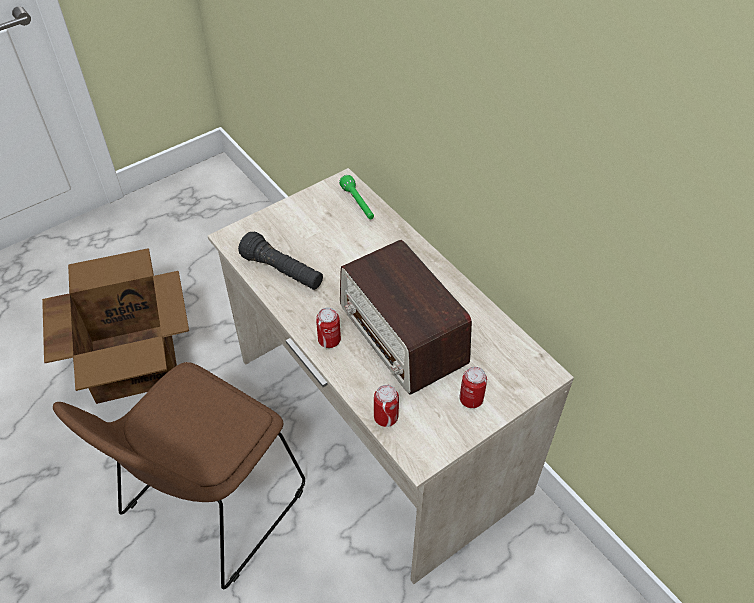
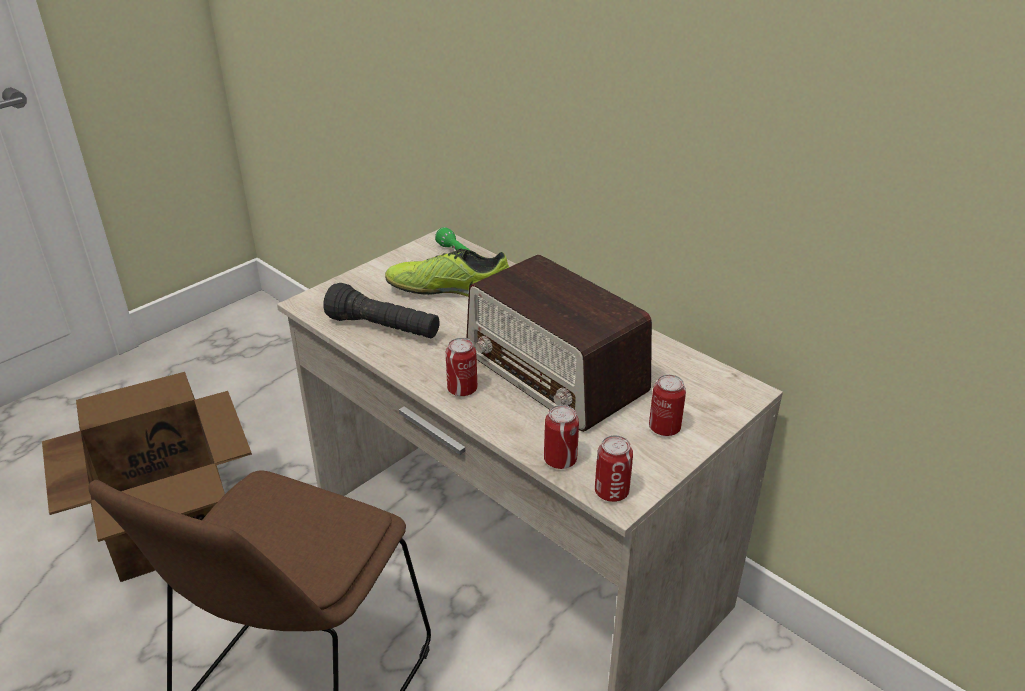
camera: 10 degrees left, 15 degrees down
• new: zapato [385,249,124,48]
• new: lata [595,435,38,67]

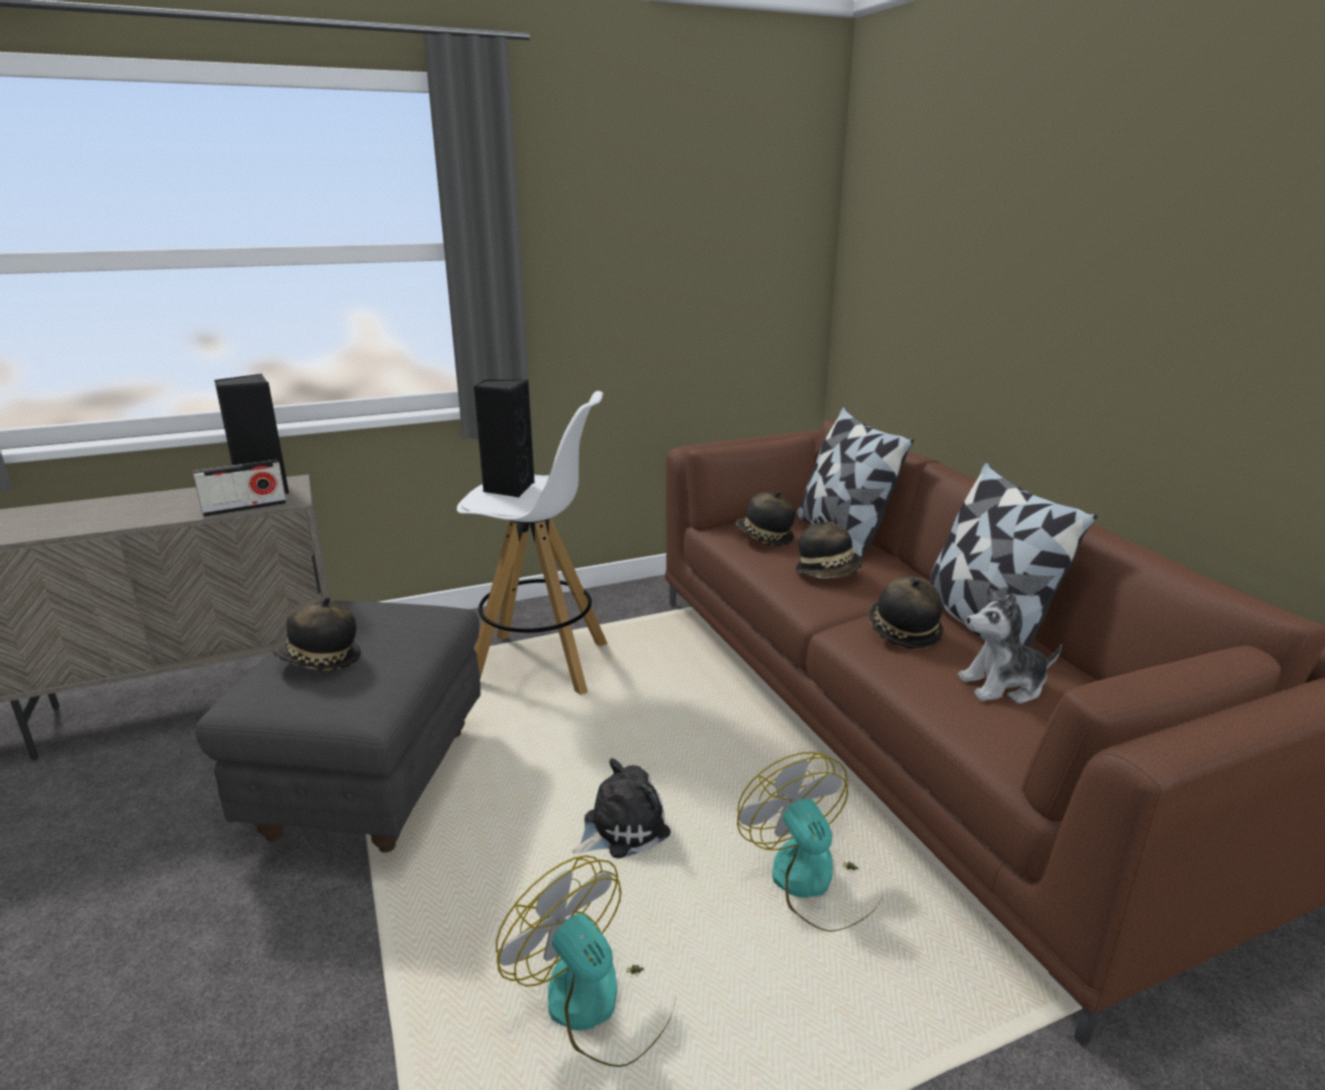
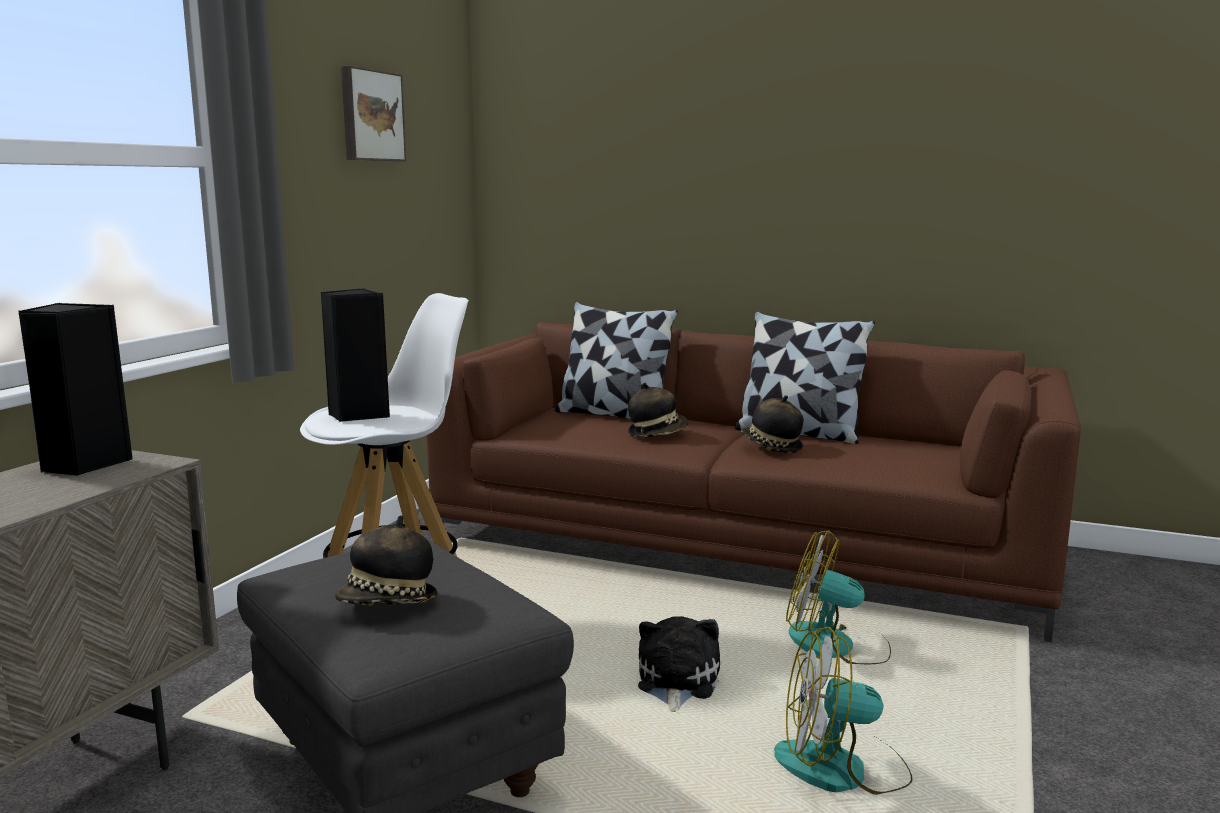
camera: 45 degrees left, 10 degrees down
• gone: radio [193,459,94,58]
• gone: sombrero [736,491,59,55]
• gone: peluche [958,589,104,115]
• new: cuadro [341,66,65,95]

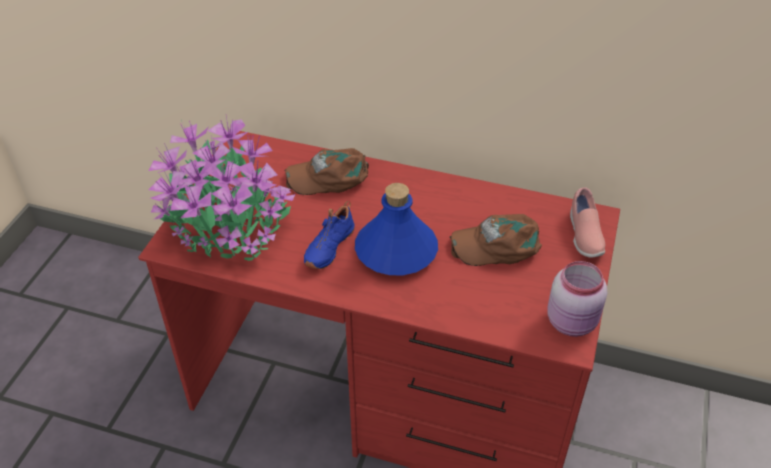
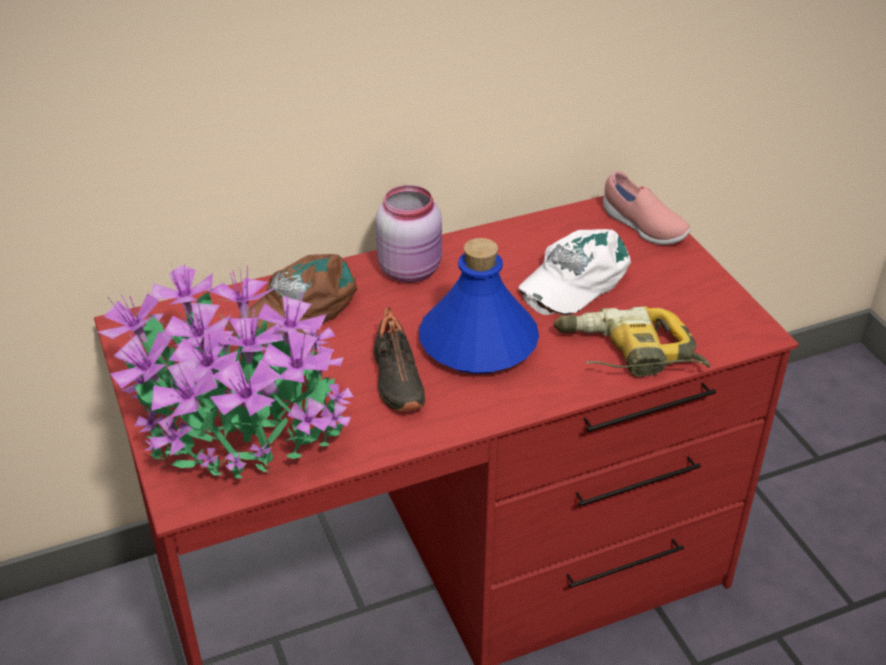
camera: 40 degrees left, 5 degrees down
• repainted: zapato/azul [304,201,51,68] to zapato/negro [374,308,51,103]
• repainted: gorra/marrón [450,214,92,52] to gorra/blanco [518,229,113,86]
• shifted: tarro/rosa [547,261,60,76] to [376,185,66,98]
• new: taladro [553,306,158,71]

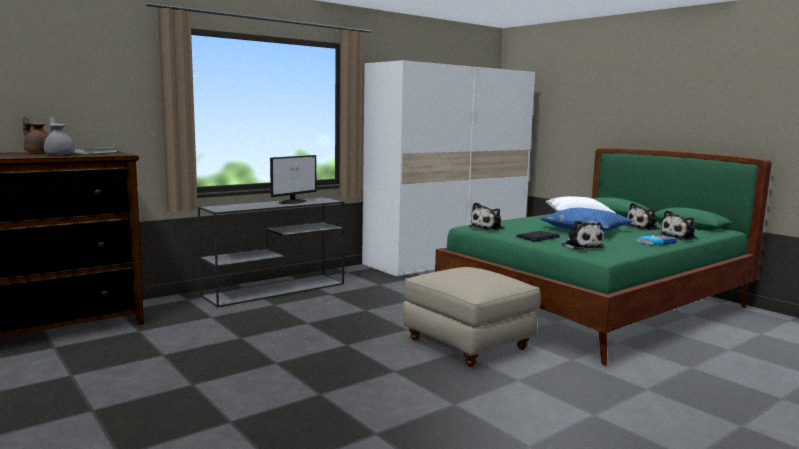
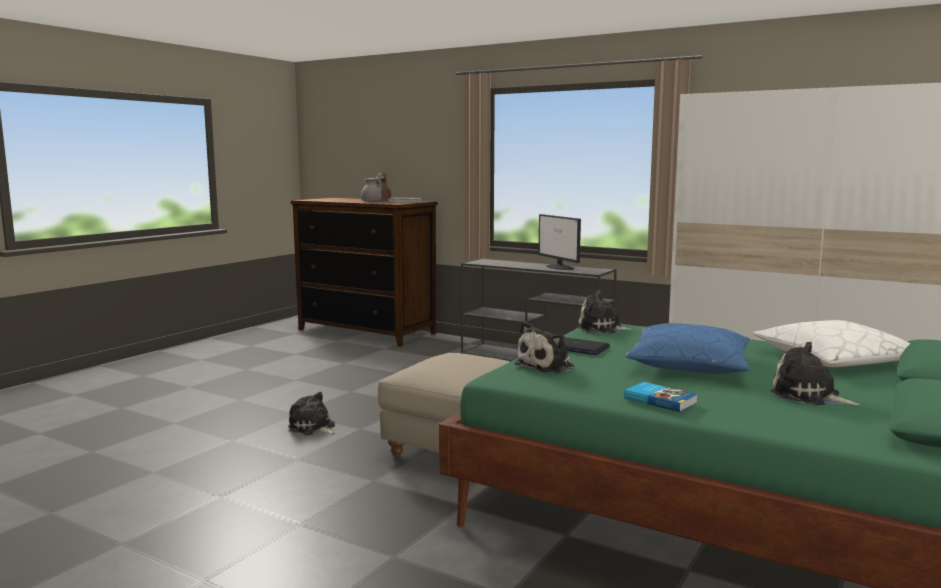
camera: 70 degrees right, 0 degrees up
• rotated: monitor [270,155,46,49] = [538,214,43,56] 45 degrees clockwise
• shifted: peluche [659,210,39,30] to [288,391,49,44]

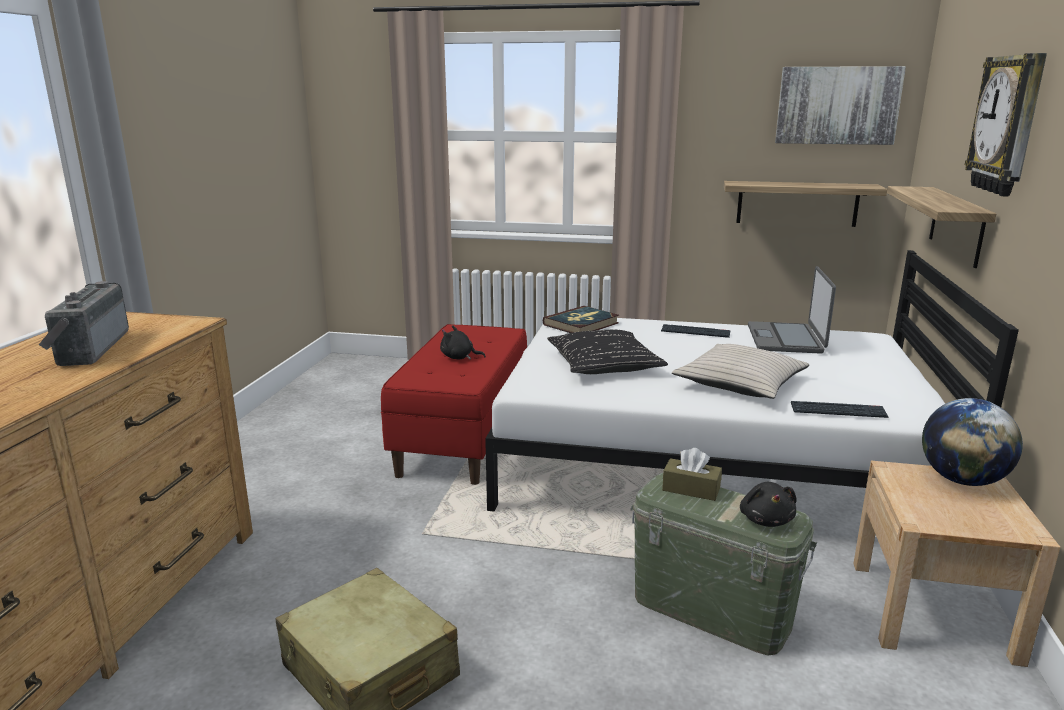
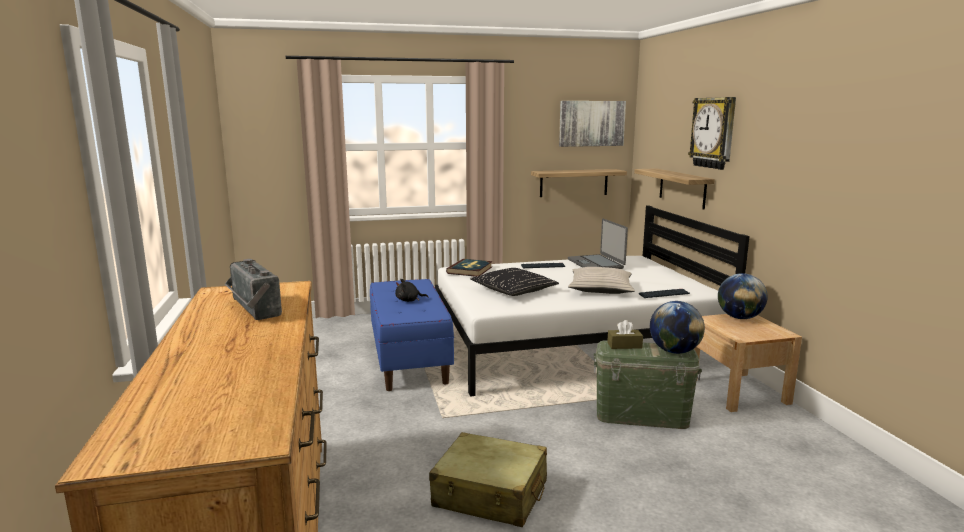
camera: 25 degrees left, 5 degrees down
• repainted: banco/rojo [381,324,146,161] to banco/azul [370,279,84,112]
• swapped: peluche/negro [740,482,57,45] to globo terráqueo [650,301,55,53]

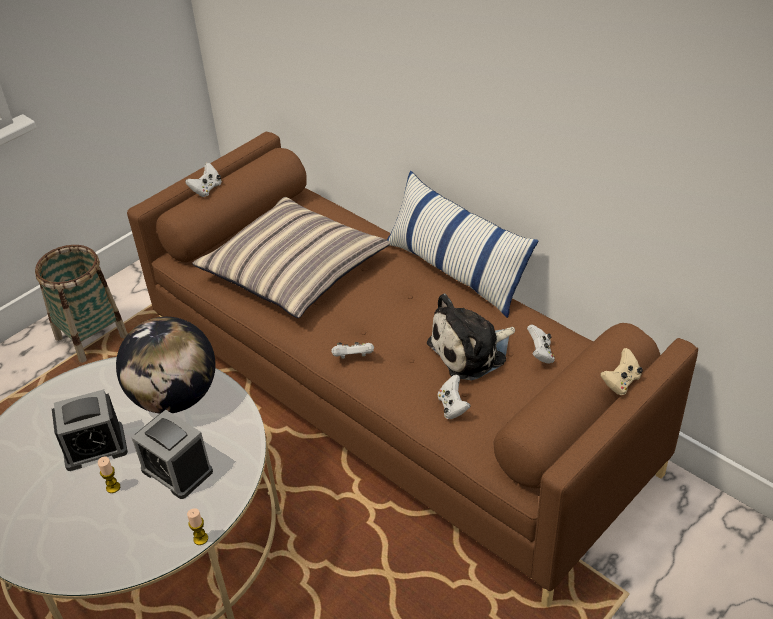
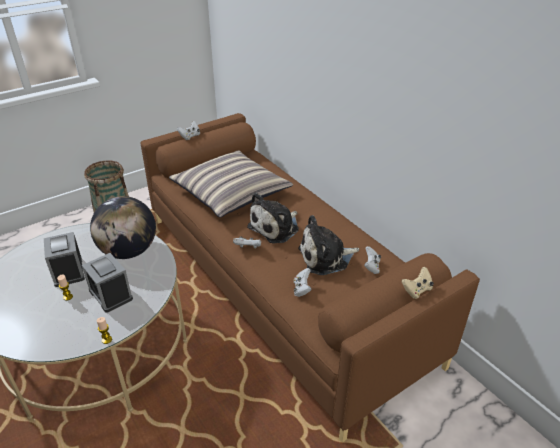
camera: 10 degrees right, 5 degrees down
• rotated: despertador [52,389,76,82] = [44,232,41,55] 75 degrees clockwise
• gone: cojín [387,171,151,147]
• new: peluche [247,193,52,51]

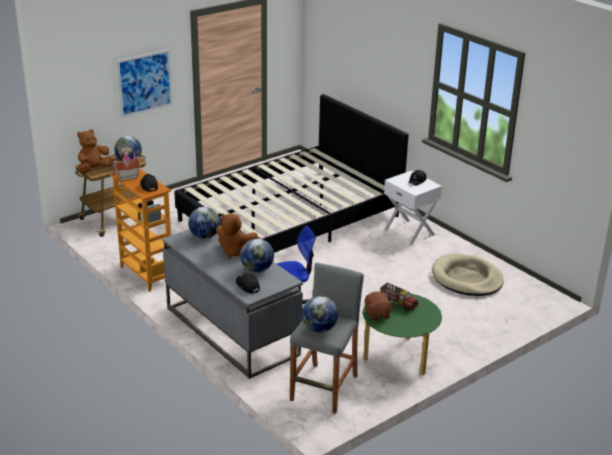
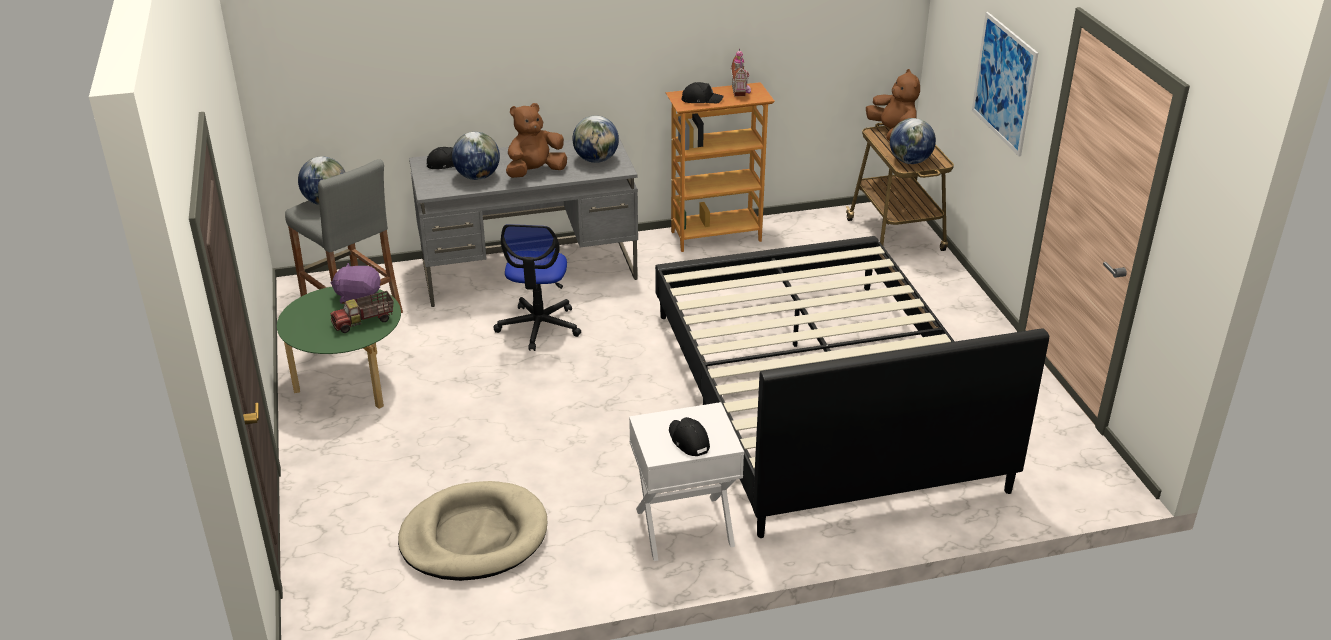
camera: 115 degrees right, 5 degrees up
• repainted: peluche/marrón [365,292,29,29] to peluche/morado [331,263,50,41]

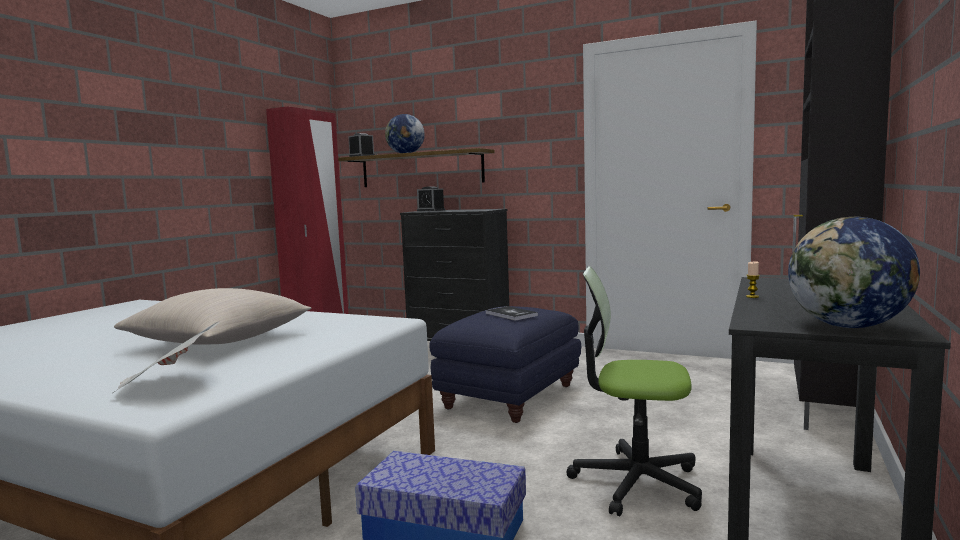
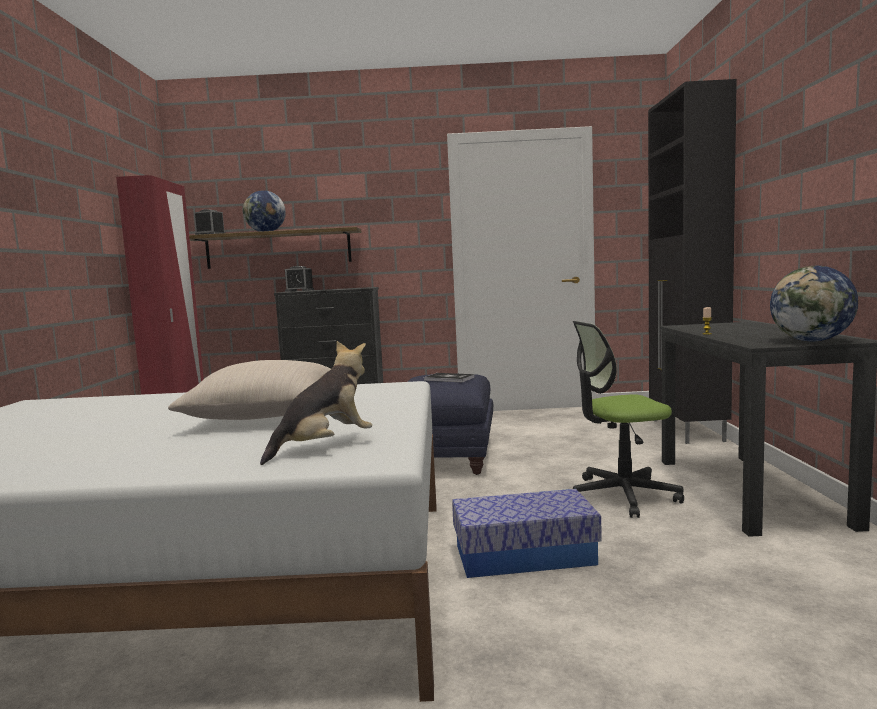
camera: 25 degrees left, 0 degrees up
• swapped: periódico [113,321,107,72] to peluche [260,341,112,124]

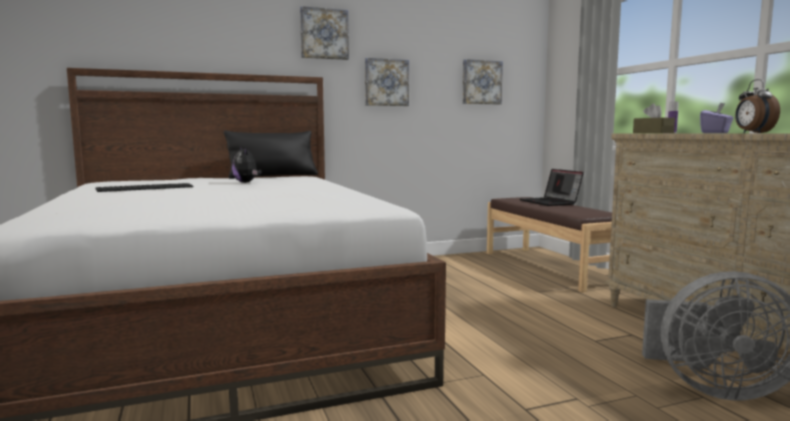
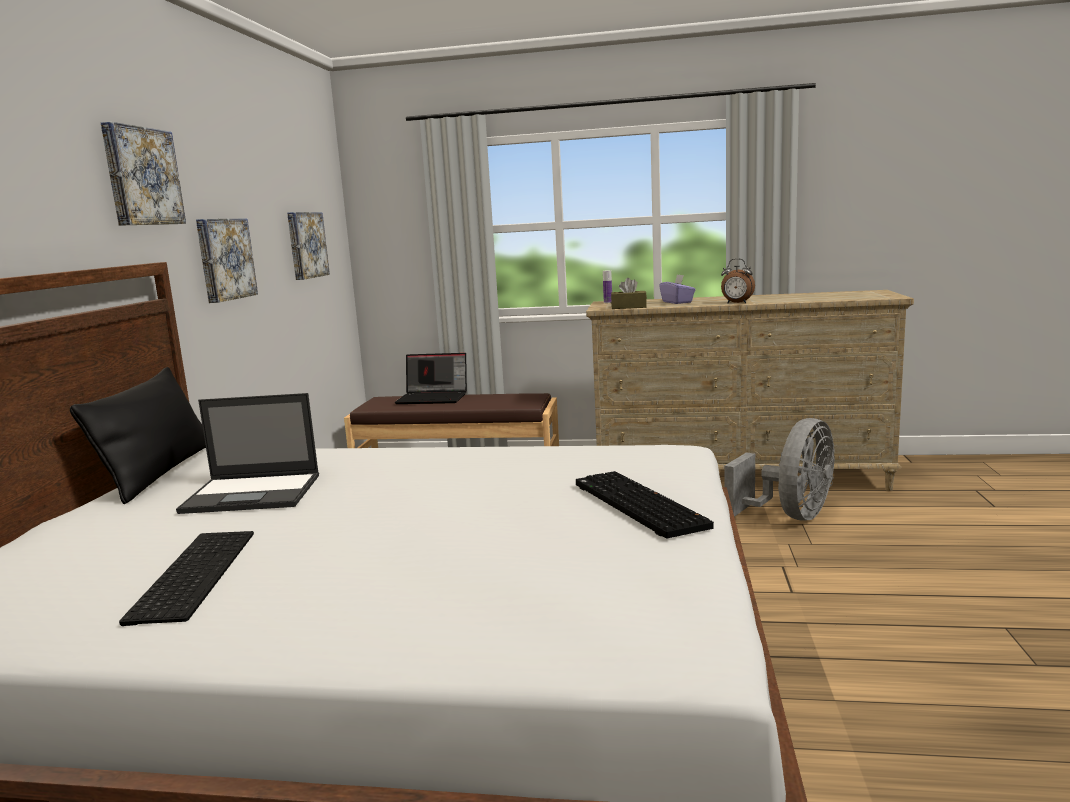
camera: 60 degrees left, 5 degrees up
• swapped: peluche [232,147,30,36] to portátil [176,393,143,121]
• new: teclado [576,471,138,67]

